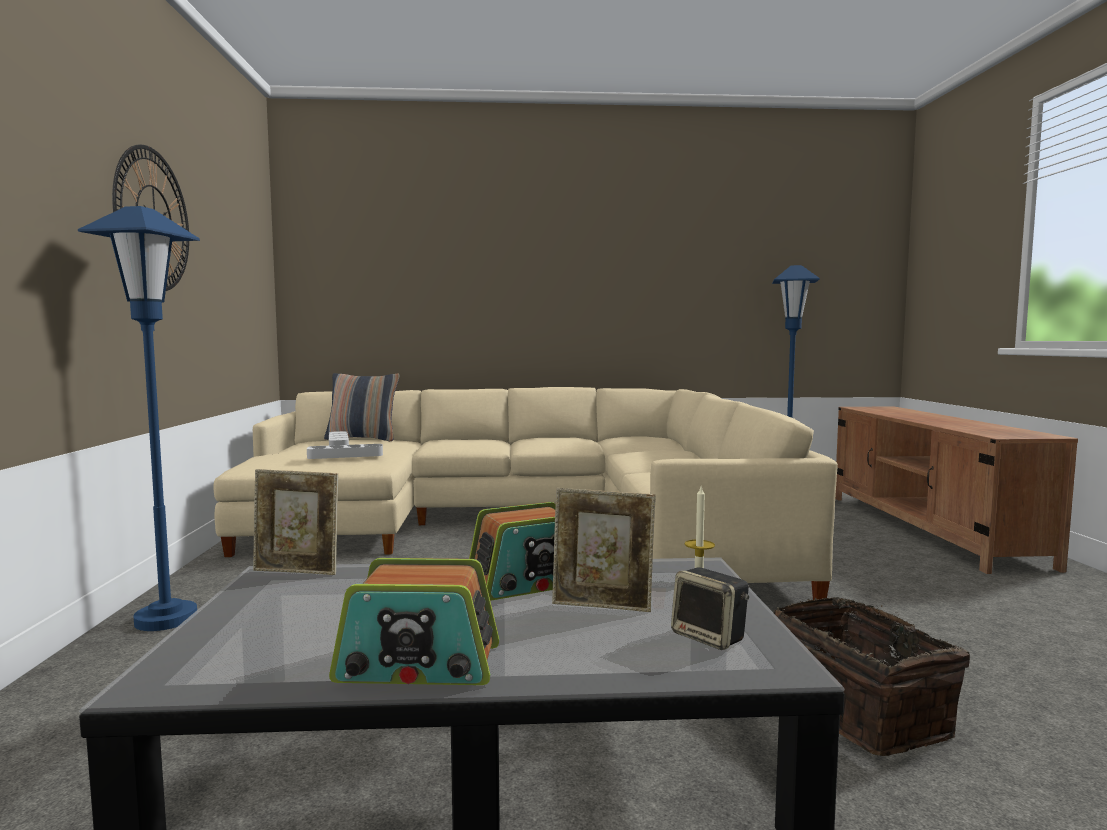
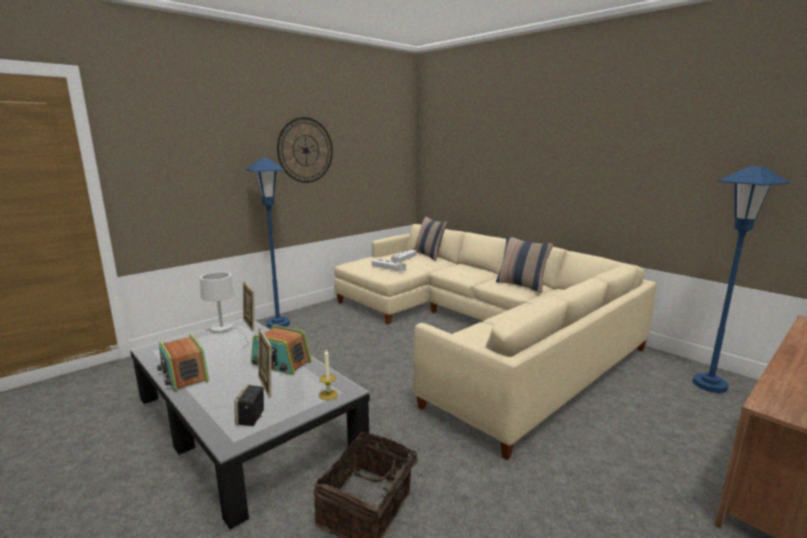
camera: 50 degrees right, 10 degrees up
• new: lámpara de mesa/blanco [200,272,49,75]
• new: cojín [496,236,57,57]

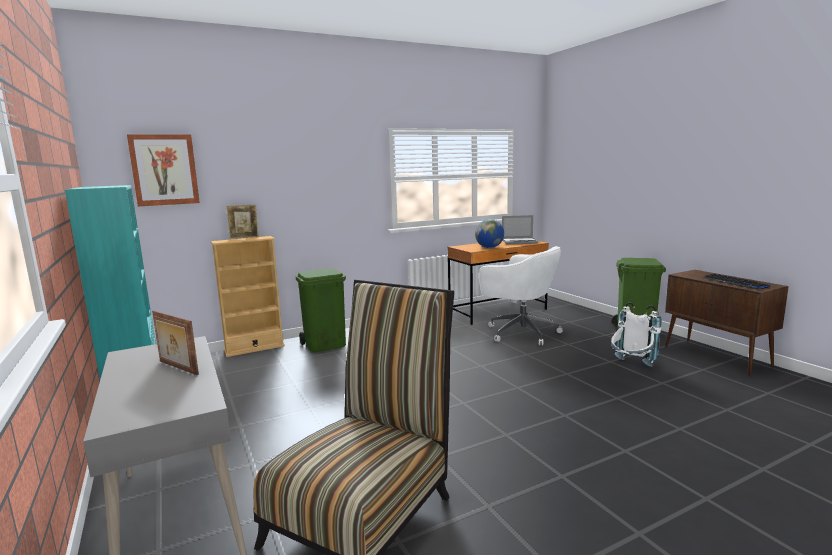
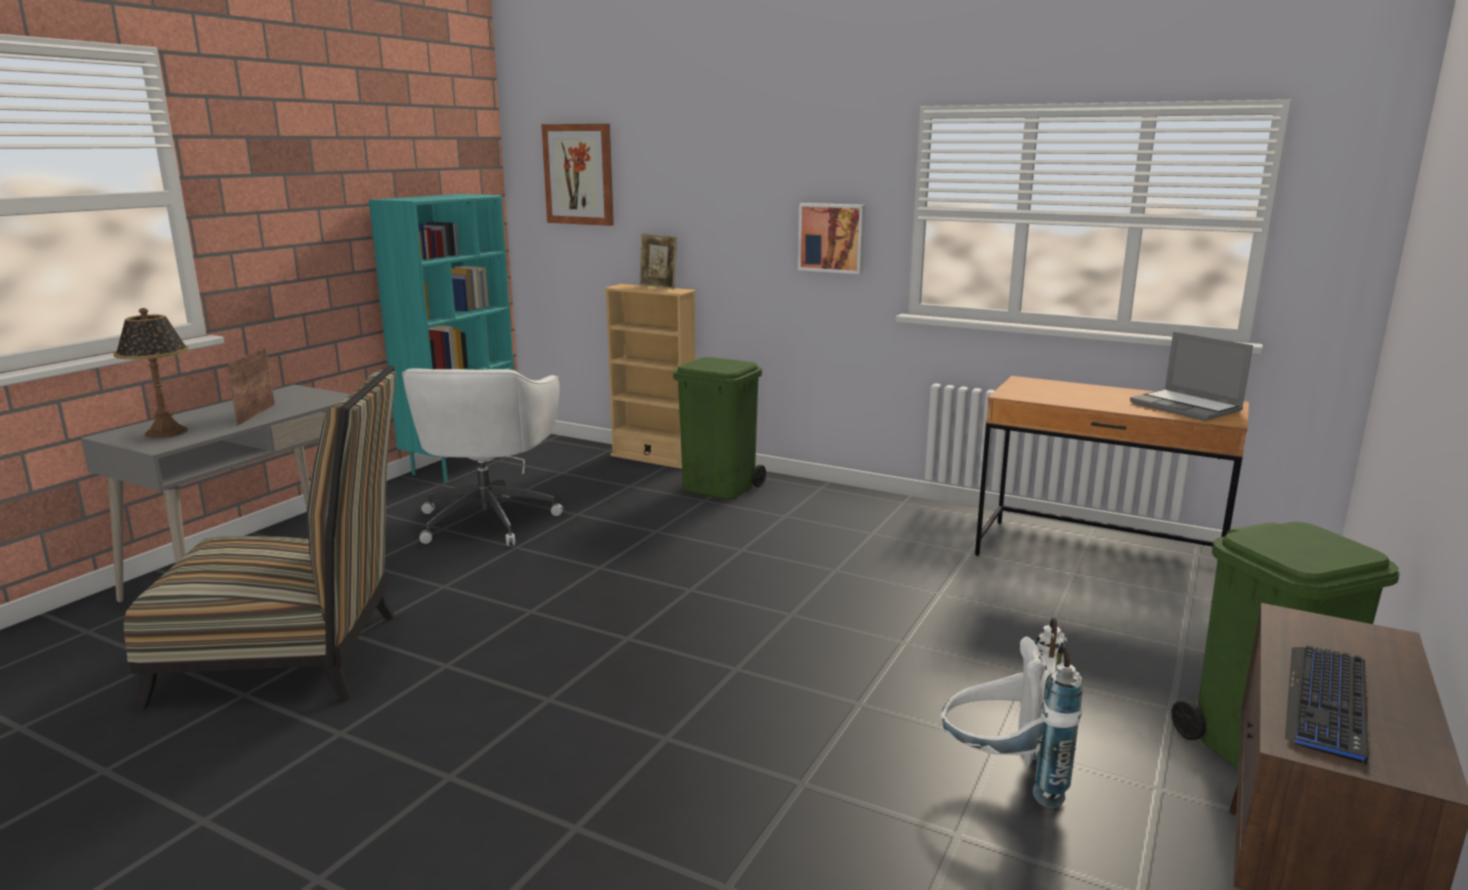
camera: 55 degrees right, 5 degrees up
• gone: globo terráqueo [475,219,29,29]
• shifted: silla de oficina/blanco [479,246,84,99] to [402,368,161,178]
• new: lámpara de mesa [113,308,76,130]
• new: cuadro [798,203,67,71]

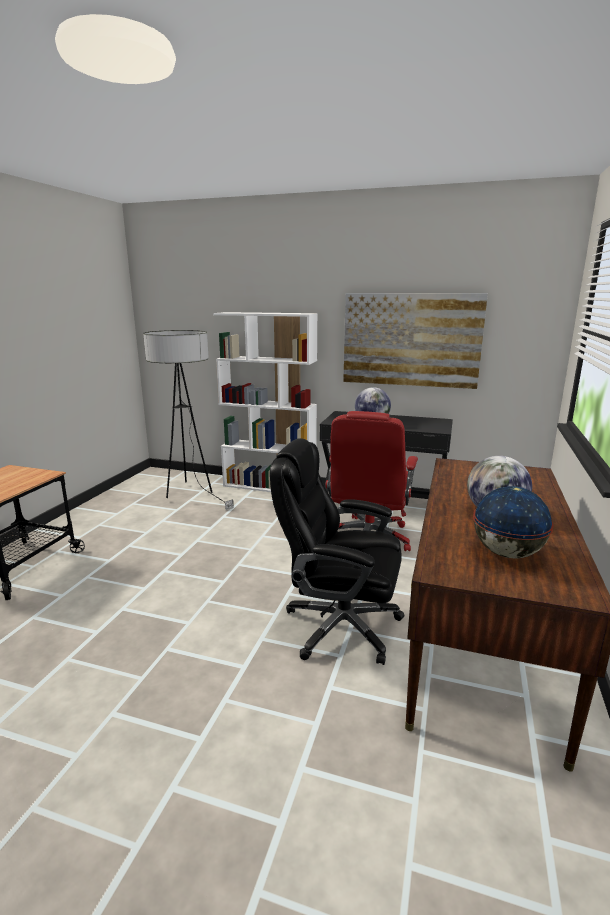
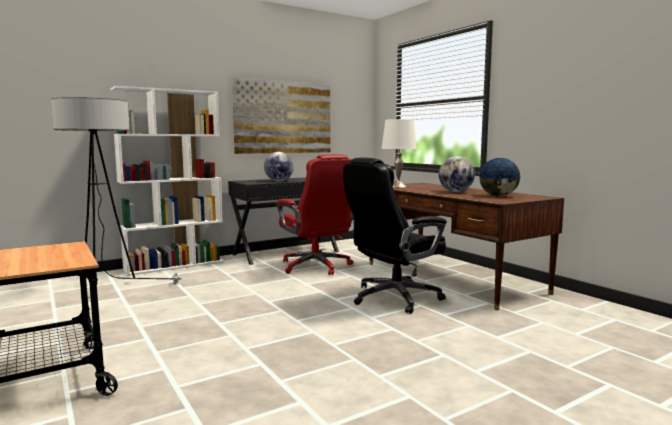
camera: 50 degrees left, 10 degrees down
• new: lámpara de mesa/blanco [381,119,36,69]

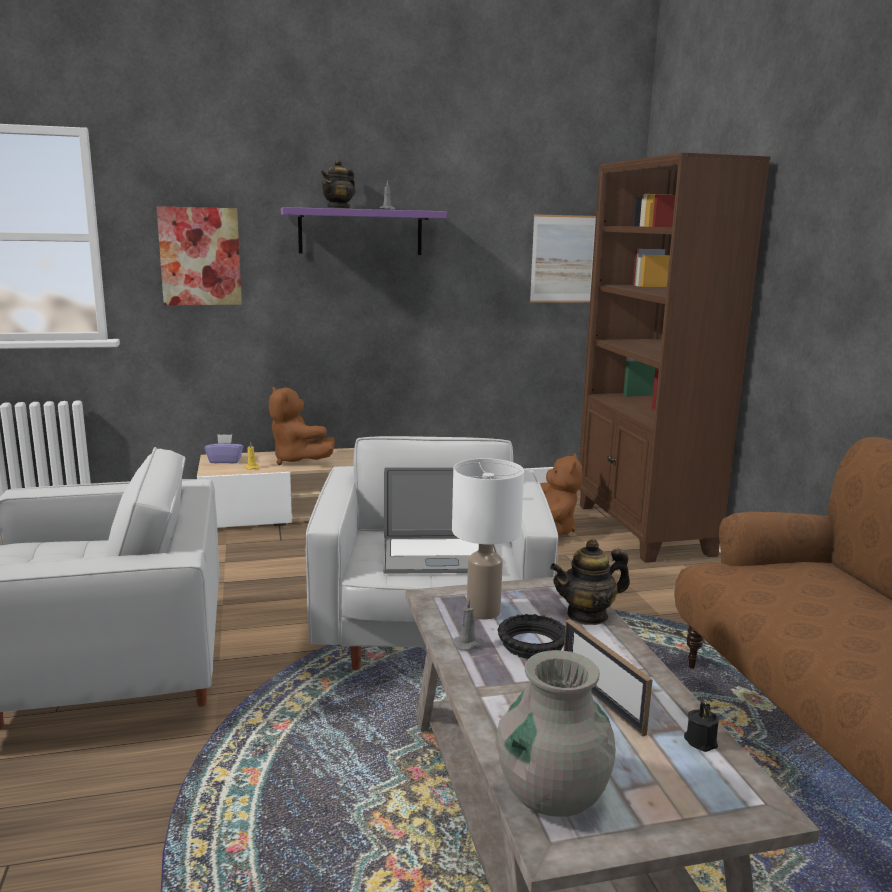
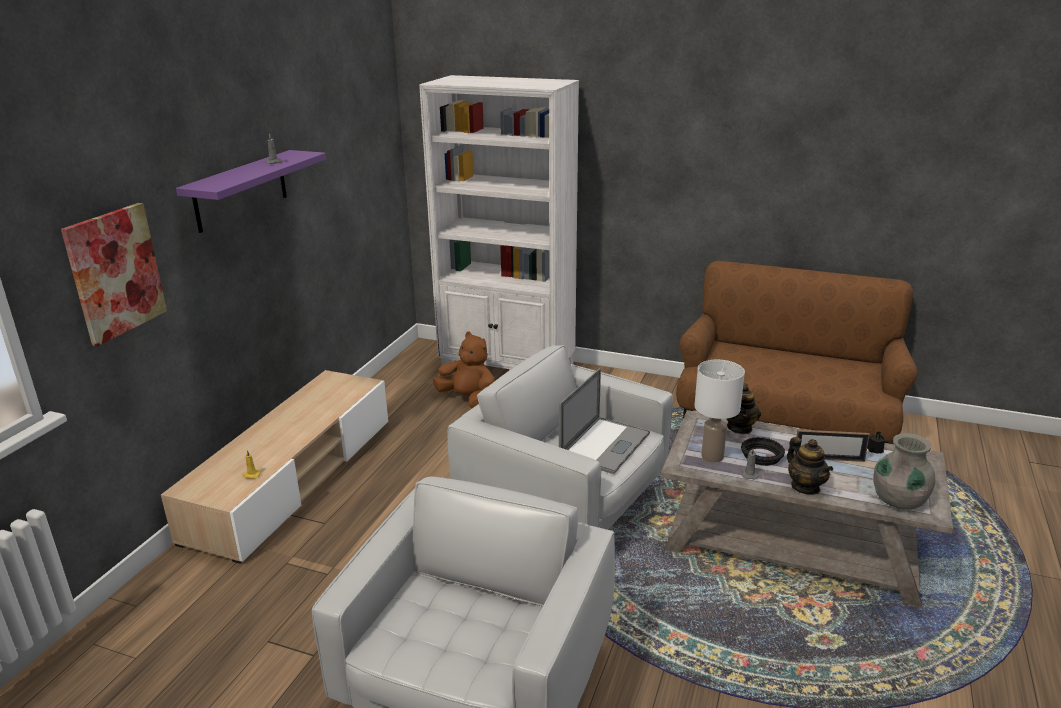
camera: 55 degrees left, 10 degrees up
• gone: caja de pañuelos/morado [205,434,39,29]
• gone: peluche/marrón [269,387,66,78]
• shifted: tetera [321,159,34,50] to [787,437,46,58]
• gone: cuadro [530,214,66,89]
• repainted: estantería/marrón [579,153,192,410] to estantería/blanco [419,75,160,294]

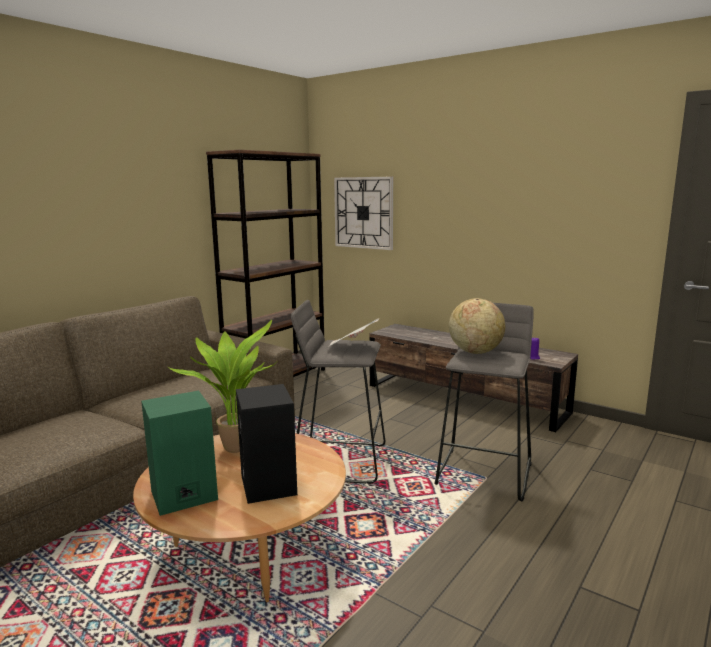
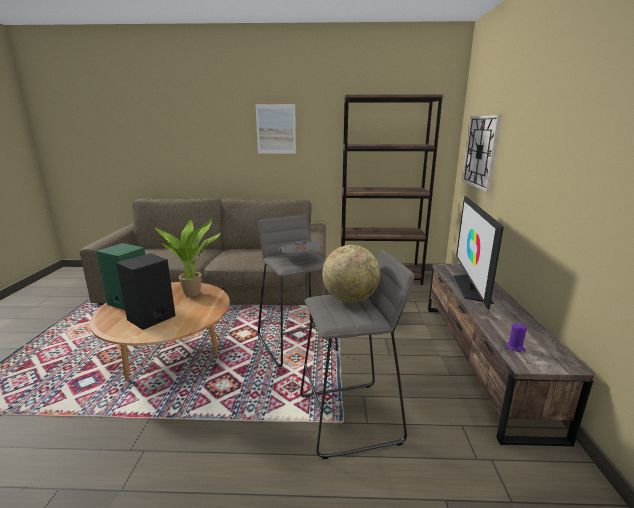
camera: 55 degrees right, 5 degrees up
• new: cuadro [255,103,41,52]
• new: televisor [454,196,50,113]

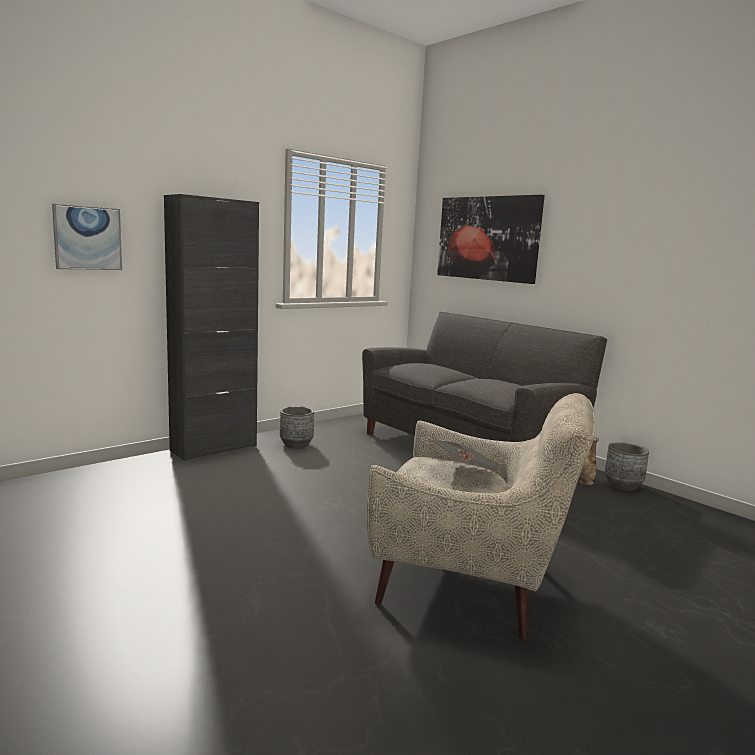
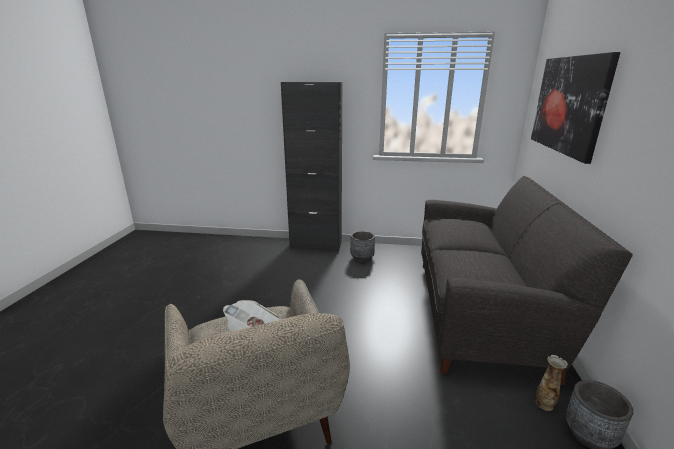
camera: 50 degrees right, 10 degrees up
• gone: cuadro [52,204,70,66]

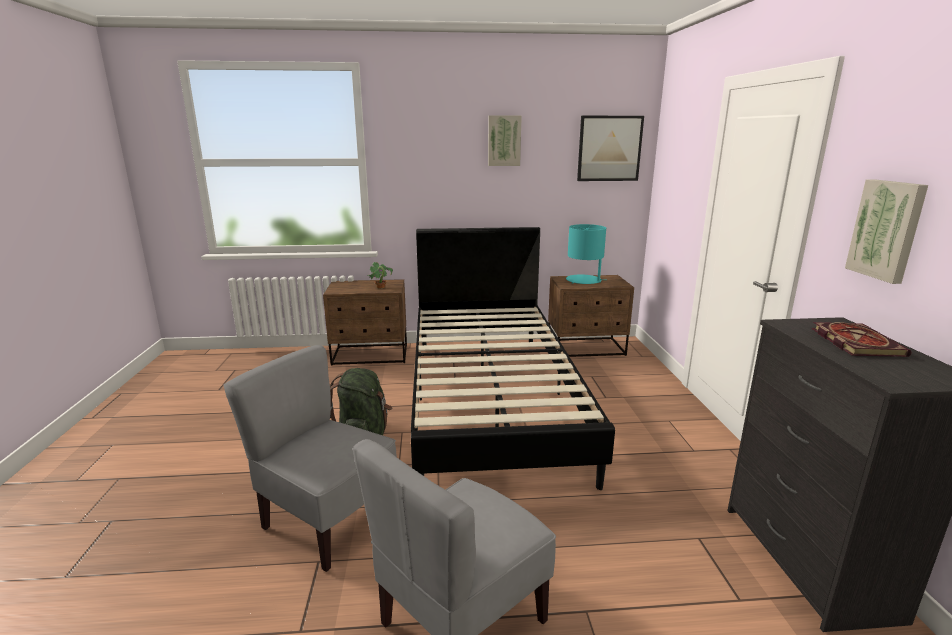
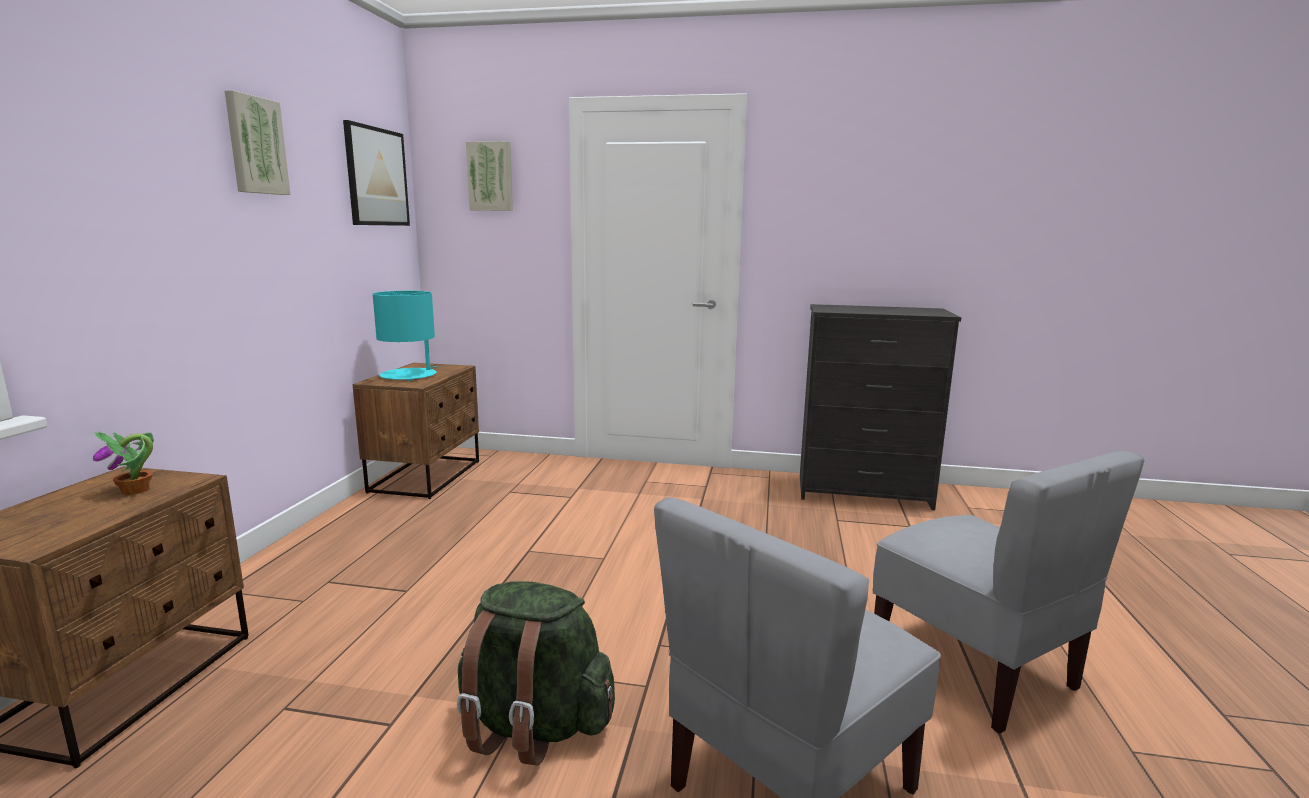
camera: 75 degrees left, 5 degrees down
• gone: cama/negro [411,227,204,263]
• gone: libro [812,322,99,35]
• shifted: cuadro [845,179,83,105] to [466,141,47,70]

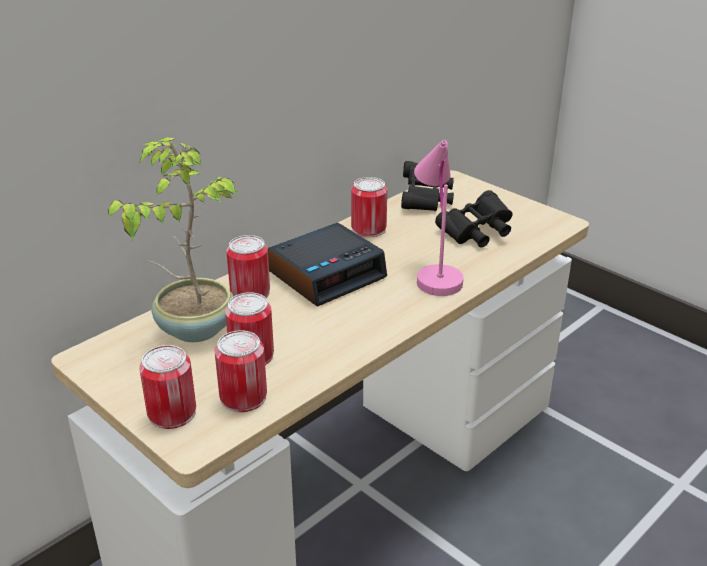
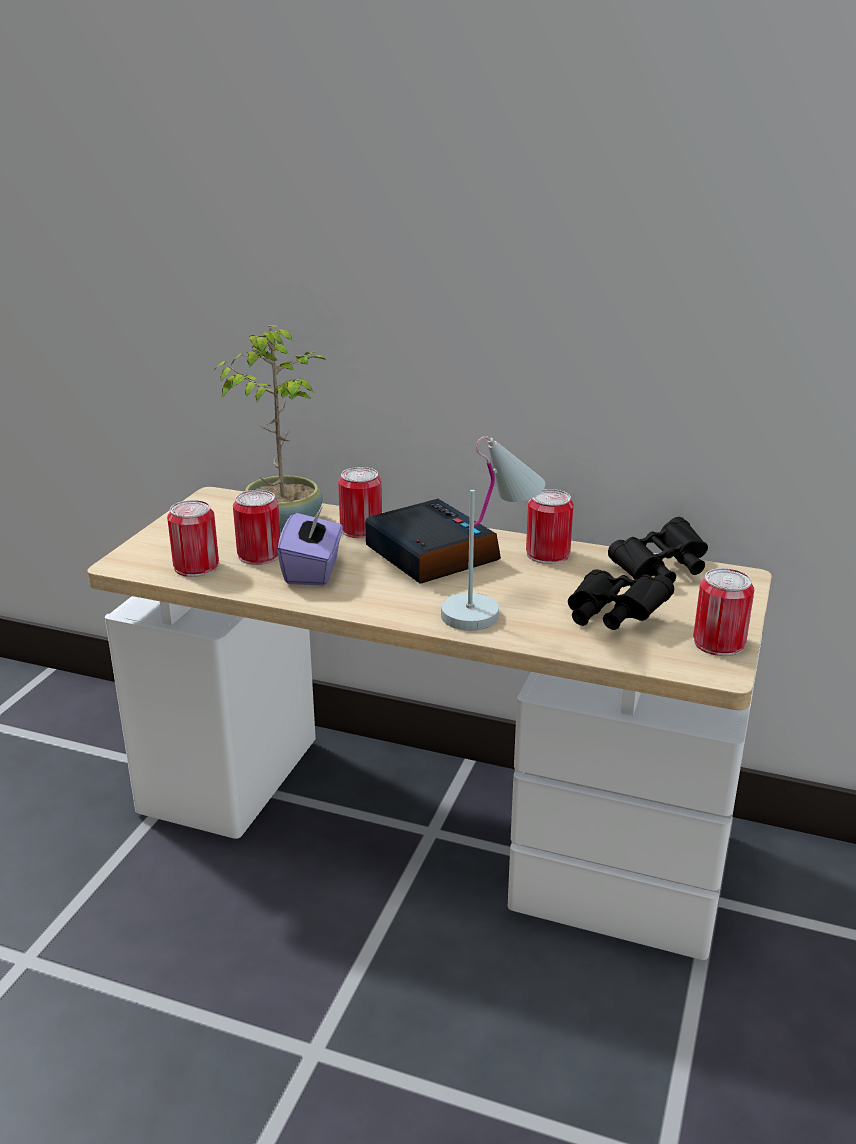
camera: 65 degrees right, 5 degrees down
• shifted: lata [139,345,57,84] to [693,568,61,88]
• rotated: despertador [268,223,119,83] = [365,499,136,85] 150 degrees counterclockwise
• repainted: lámpara de mesa/rosa [414,140,49,156] to lámpara de mesa/blanco [441,436,104,195]
• new: caja de pañuelos/morado [277,506,66,79]

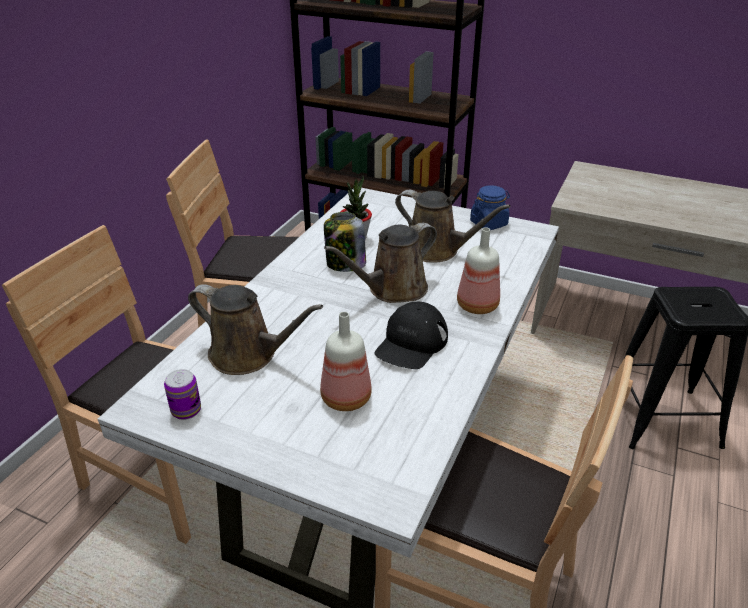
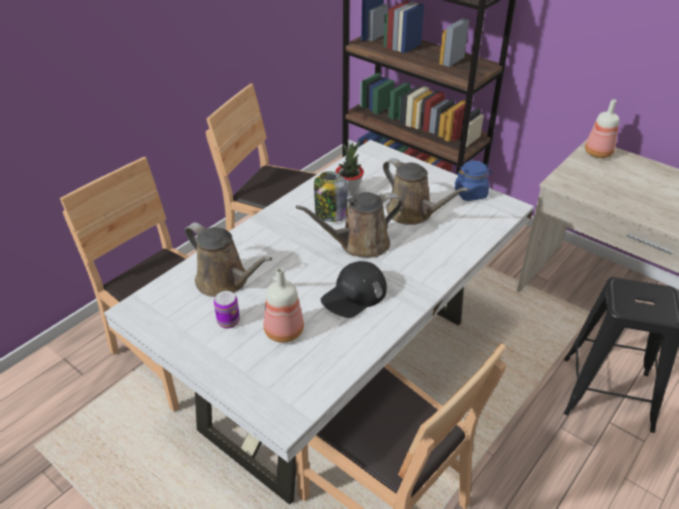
camera: 15 degrees right, 5 degrees up
• shifted: lata [164,369,37,51] to [214,291,26,38]
• shifted: botella [457,227,43,87] to [585,99,34,59]

